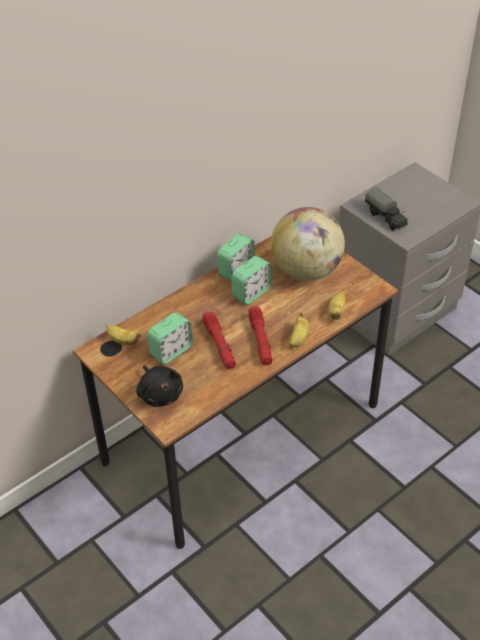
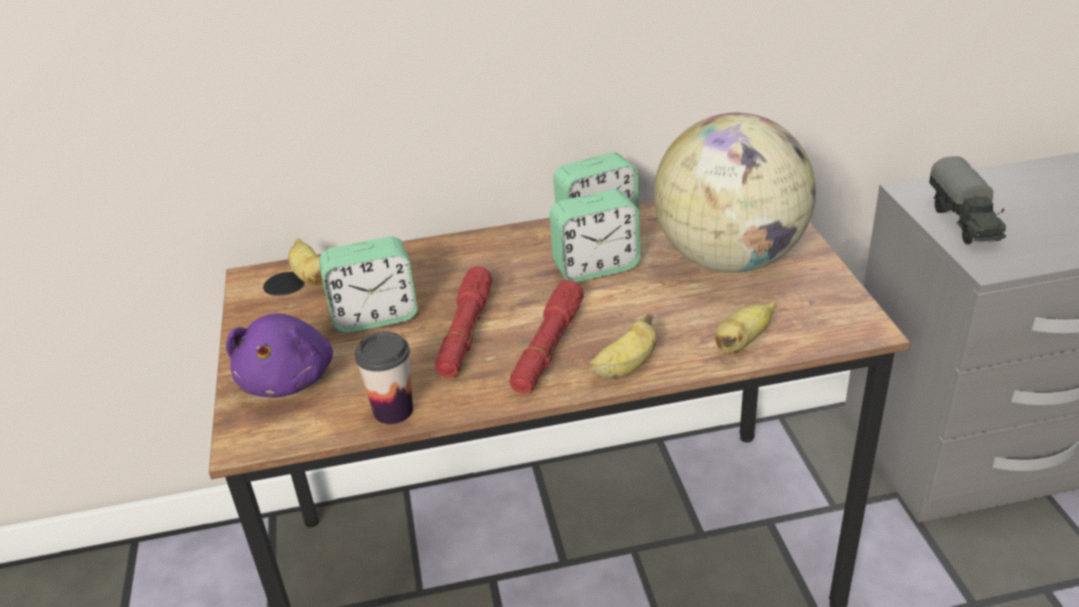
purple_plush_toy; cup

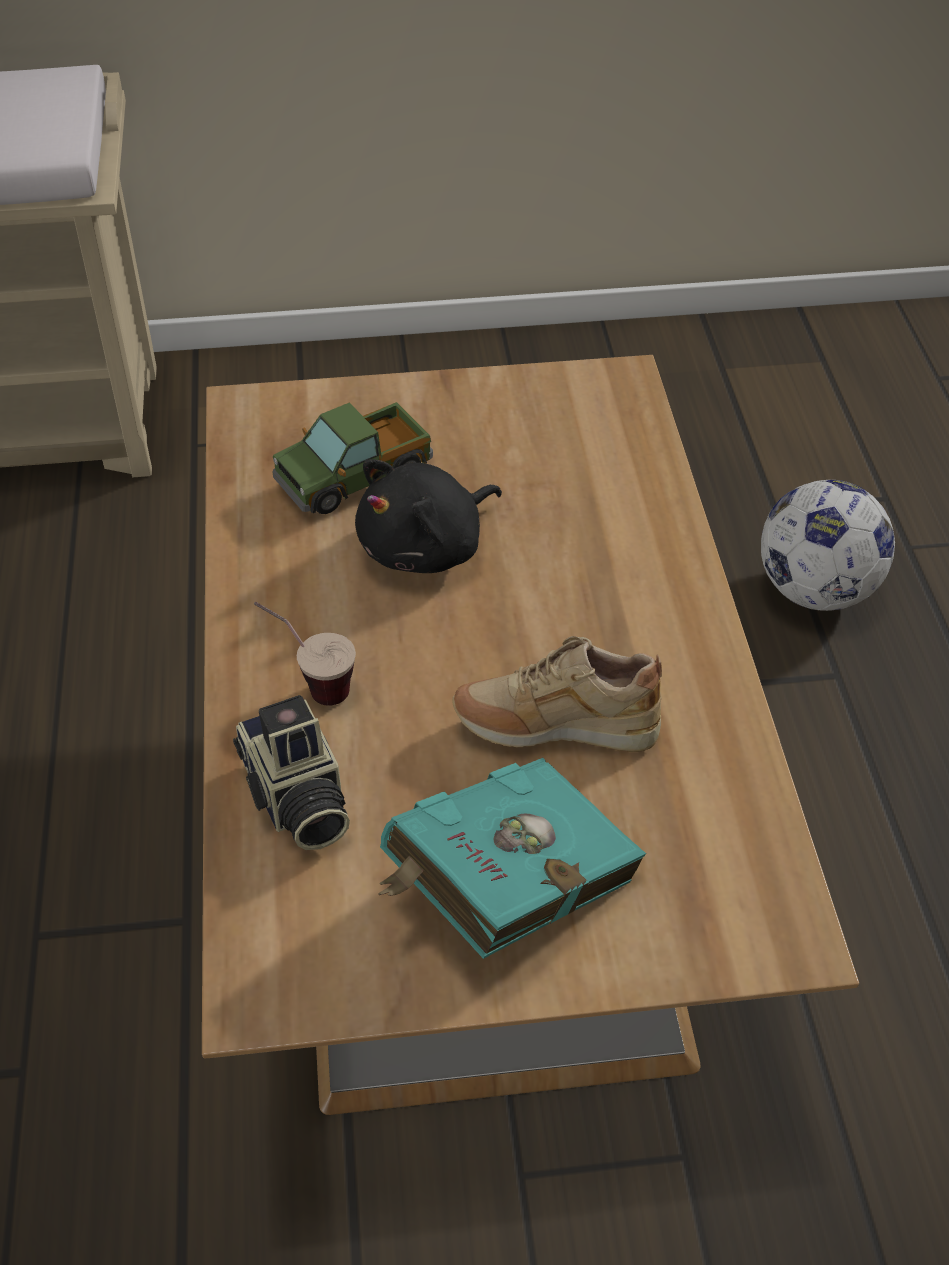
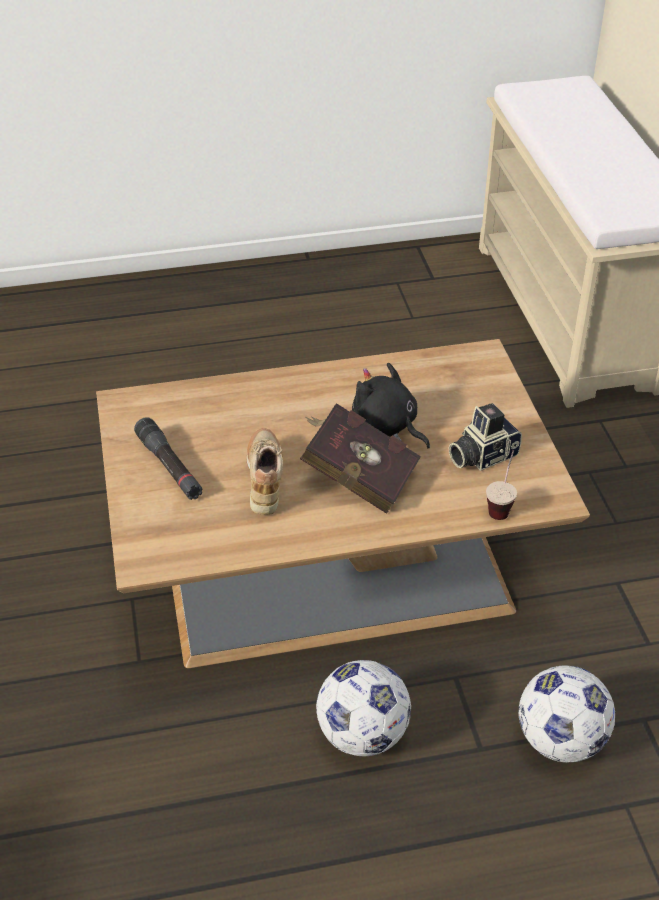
black_flashlight; red_book; football (1st from left); photo_camera; cup; toy_truck

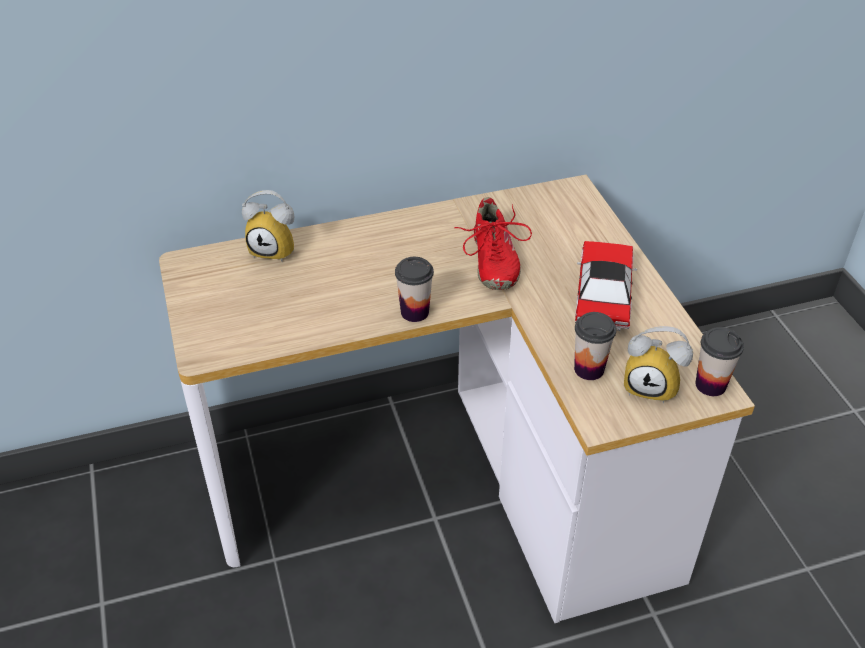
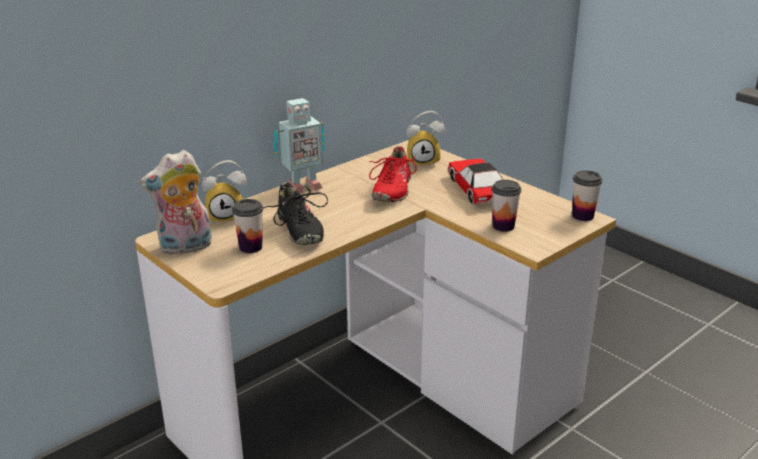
plush_toy; cup (1st from left); black_shoe; toy_robot; red_shoe; alarm_clock (2nd from left)

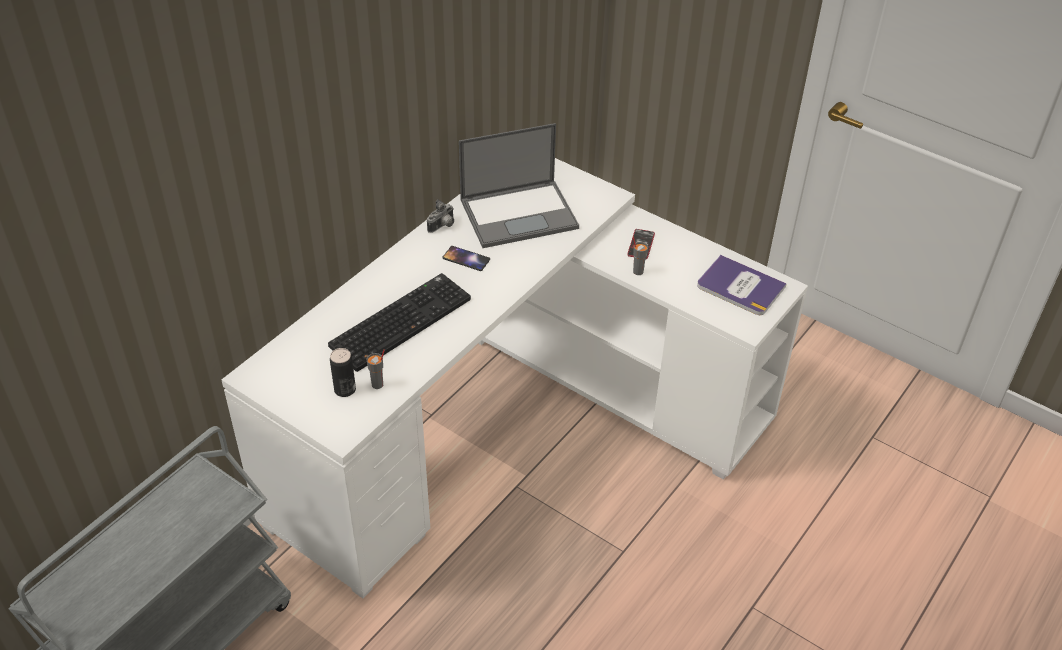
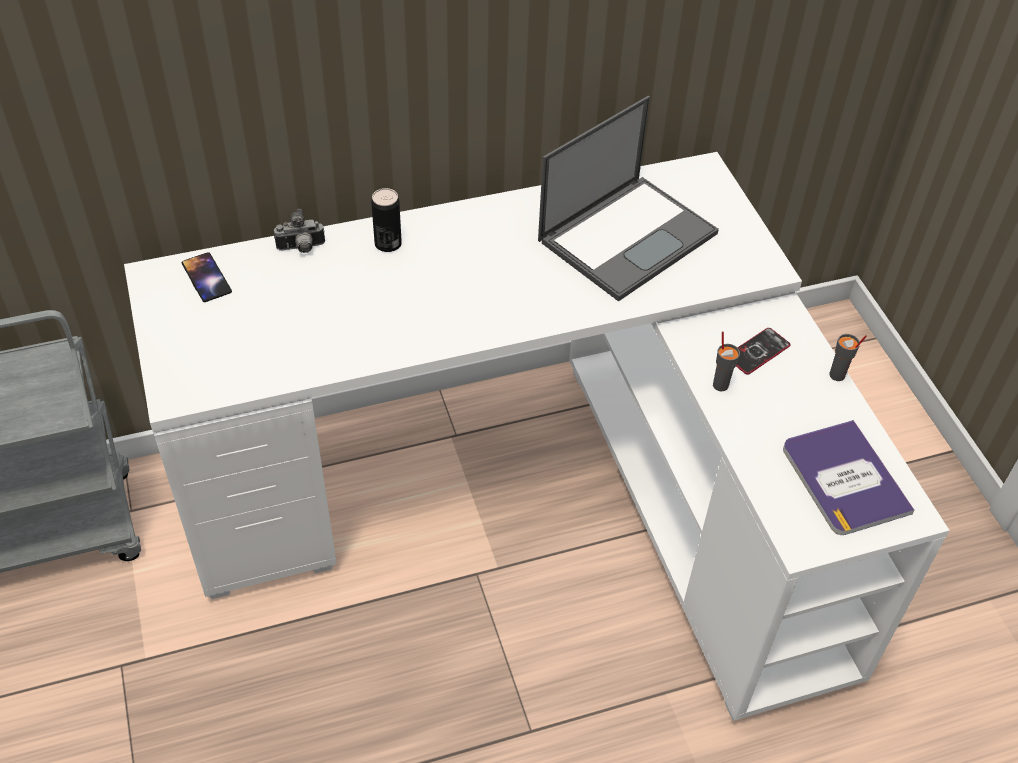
phone (1st from left); photo_camera; can; laptop; grey_cup (2nd from left); keyboard

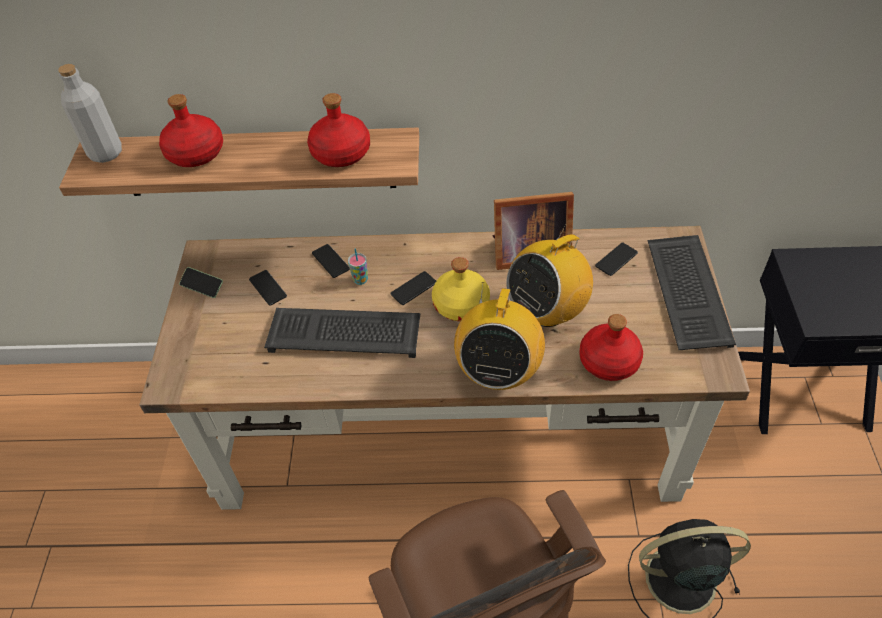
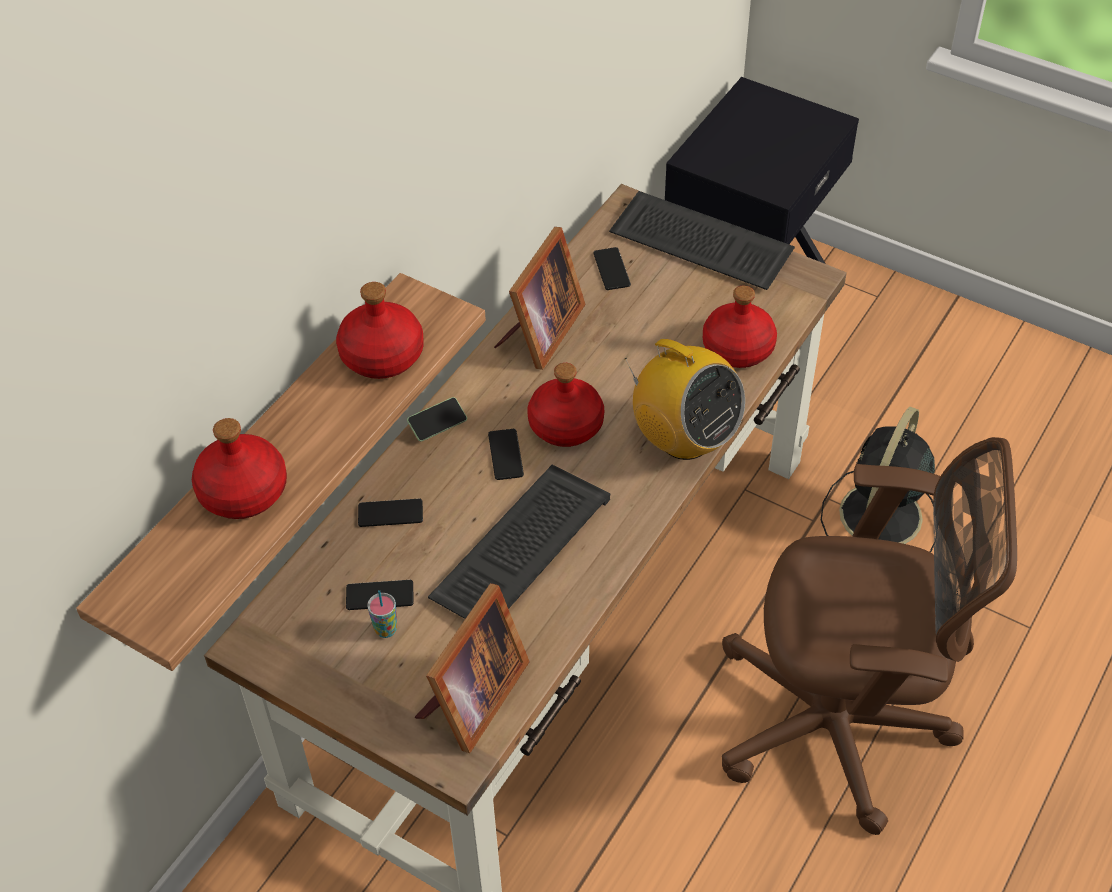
cup; phone (3rd from left); picture_frame (1st from left); red_bottle (3rd from left); grey_bottle; radio (2nd from left in the first image)

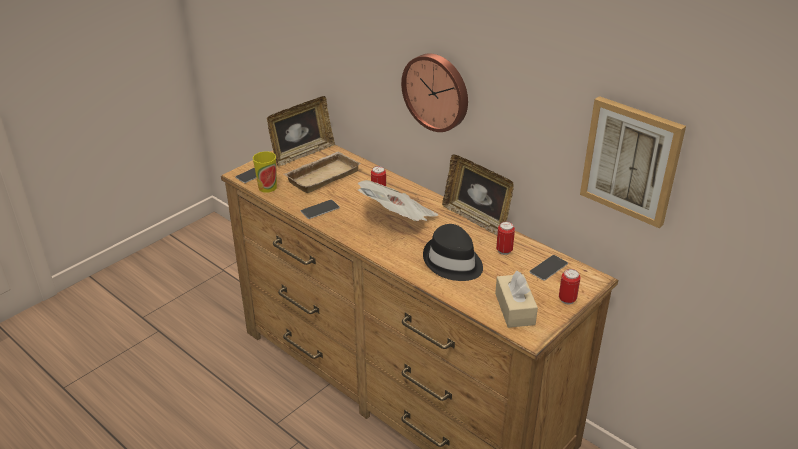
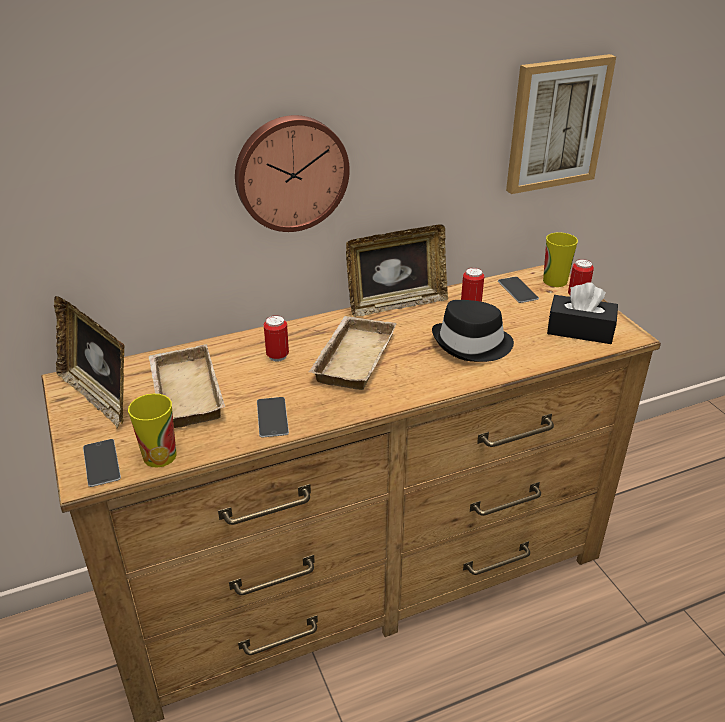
picture_frame (1st from left); beige_tray (2nd from left); cup (2nd from left); black_tissue_box

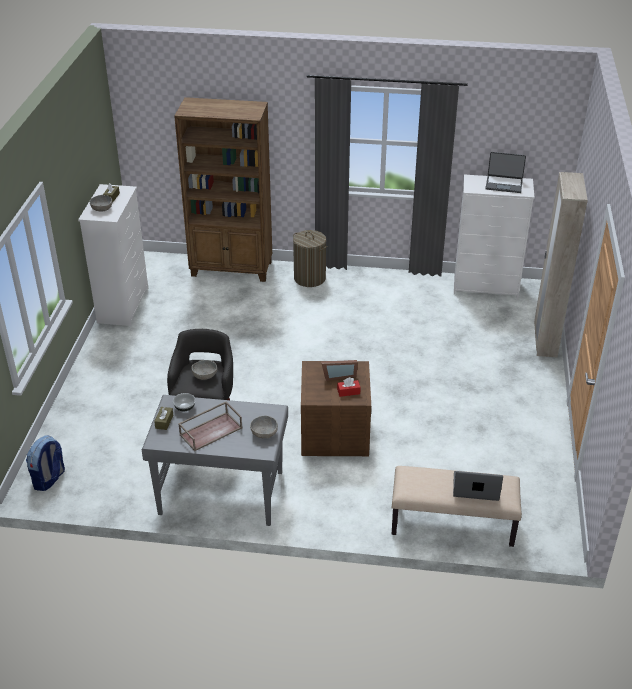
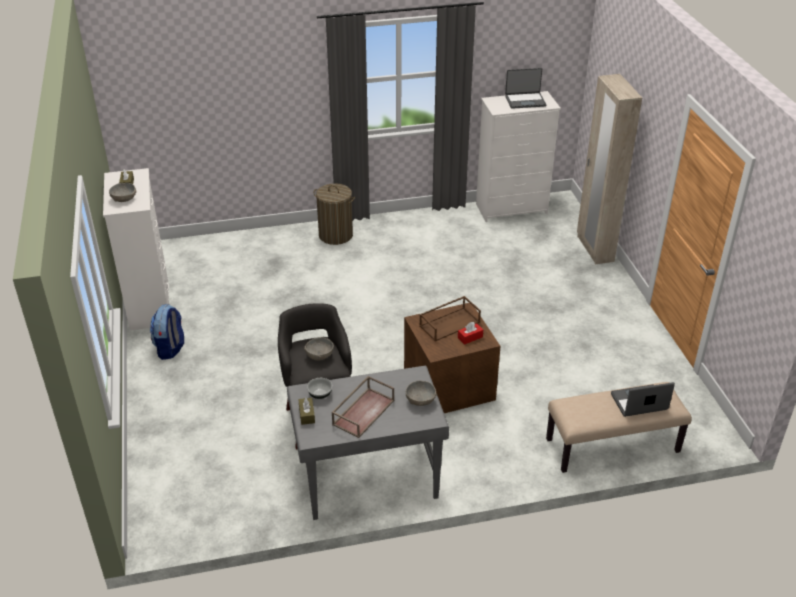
backpack; brown_tray (2nd from left); brown_bookcase

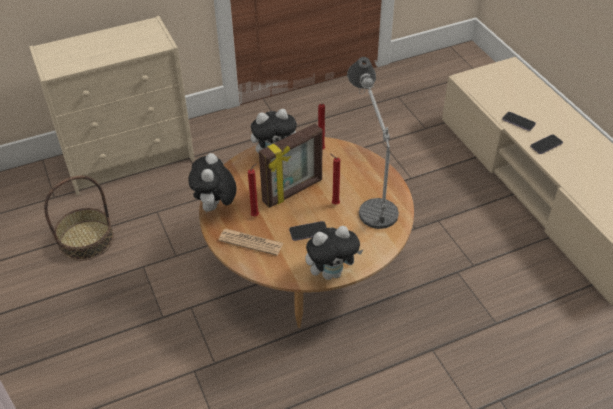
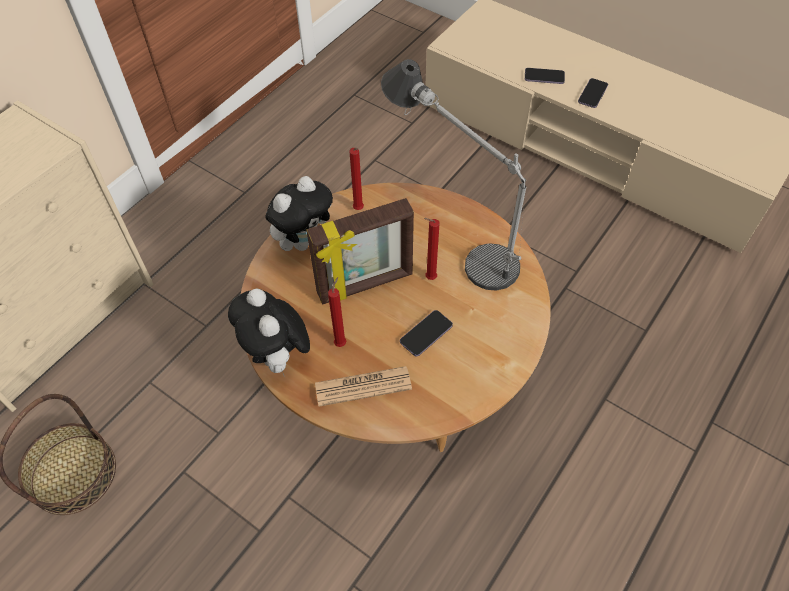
picture_frame; plush_toy (3rd from left in the first image)

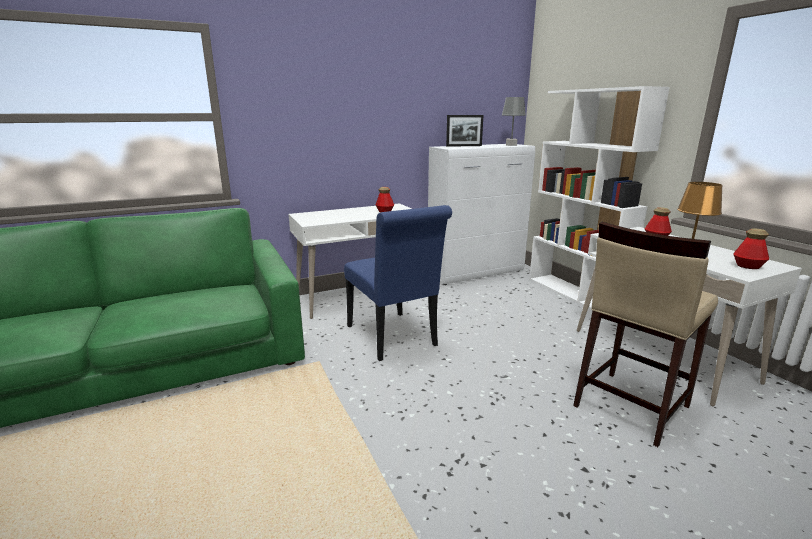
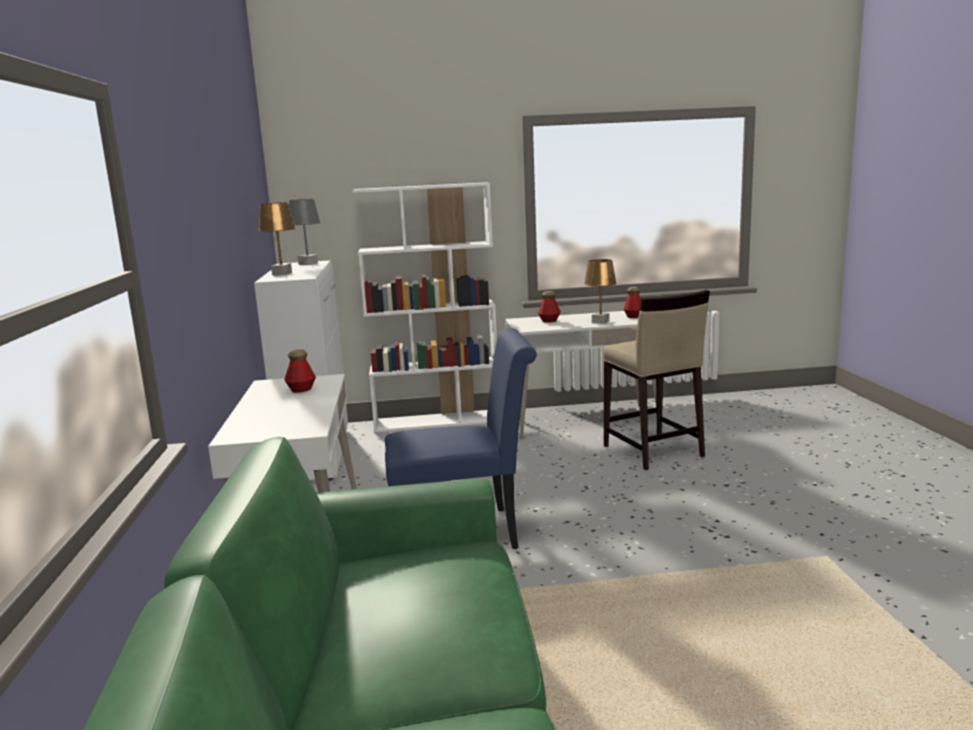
brown_table_lamp (1st from left)

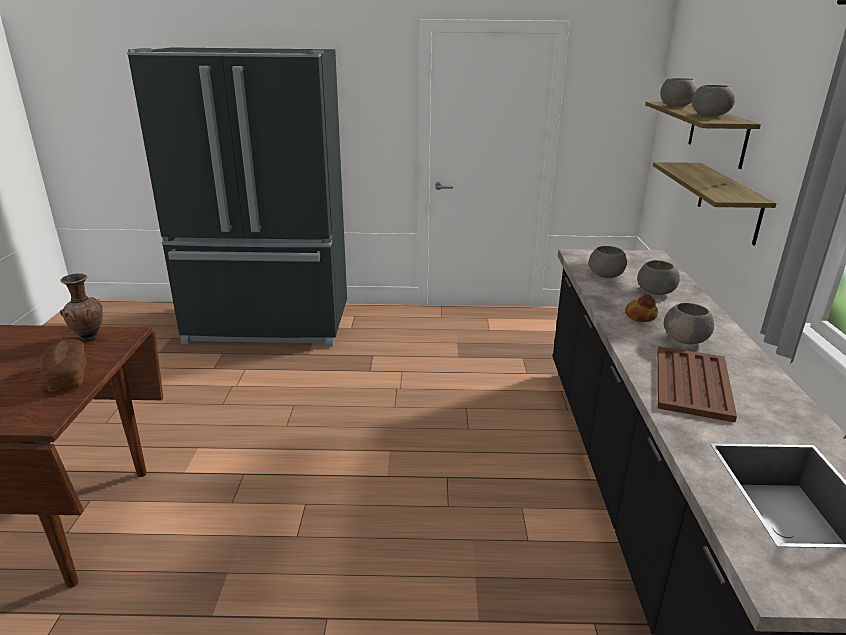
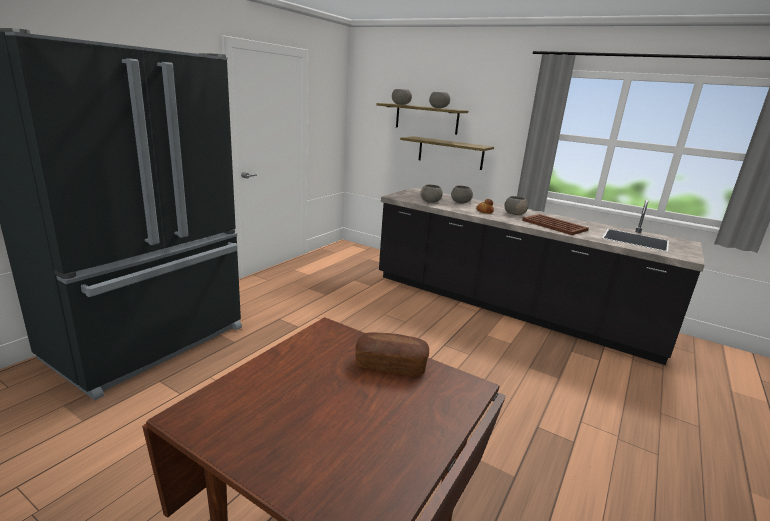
brown_vase

